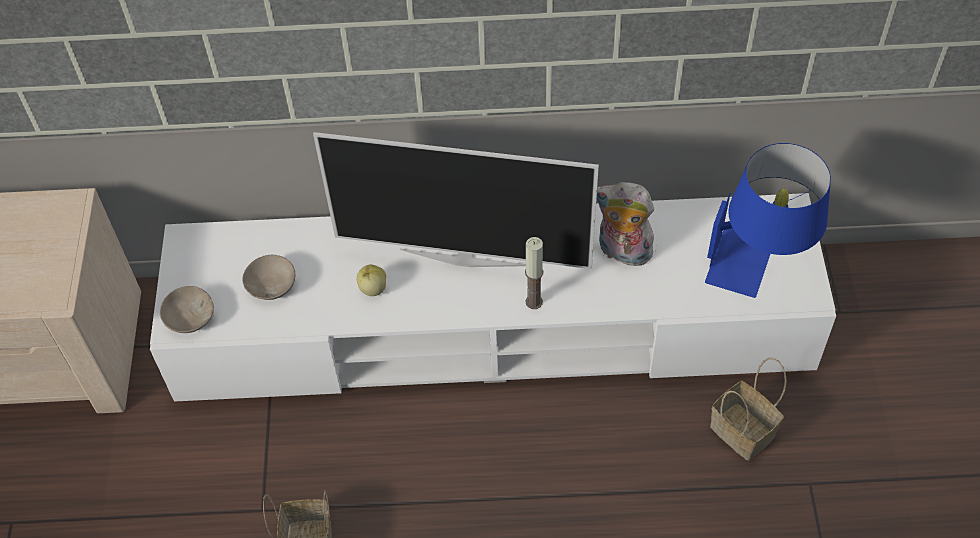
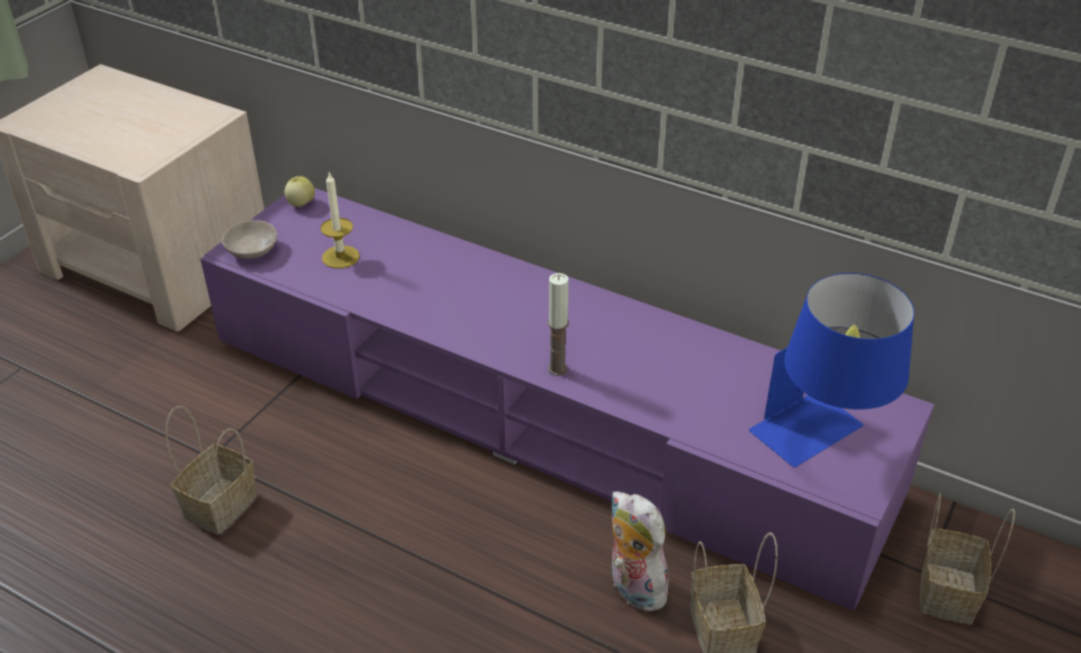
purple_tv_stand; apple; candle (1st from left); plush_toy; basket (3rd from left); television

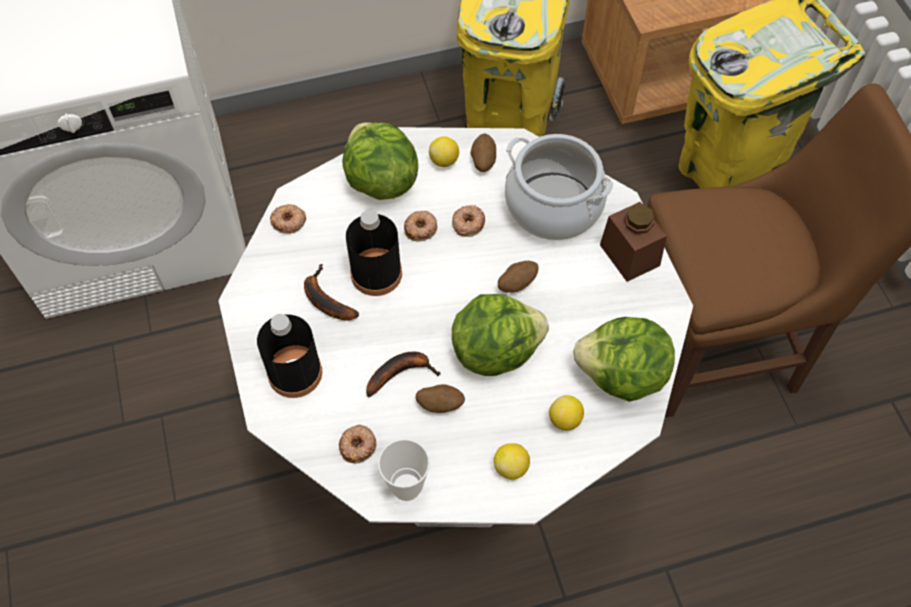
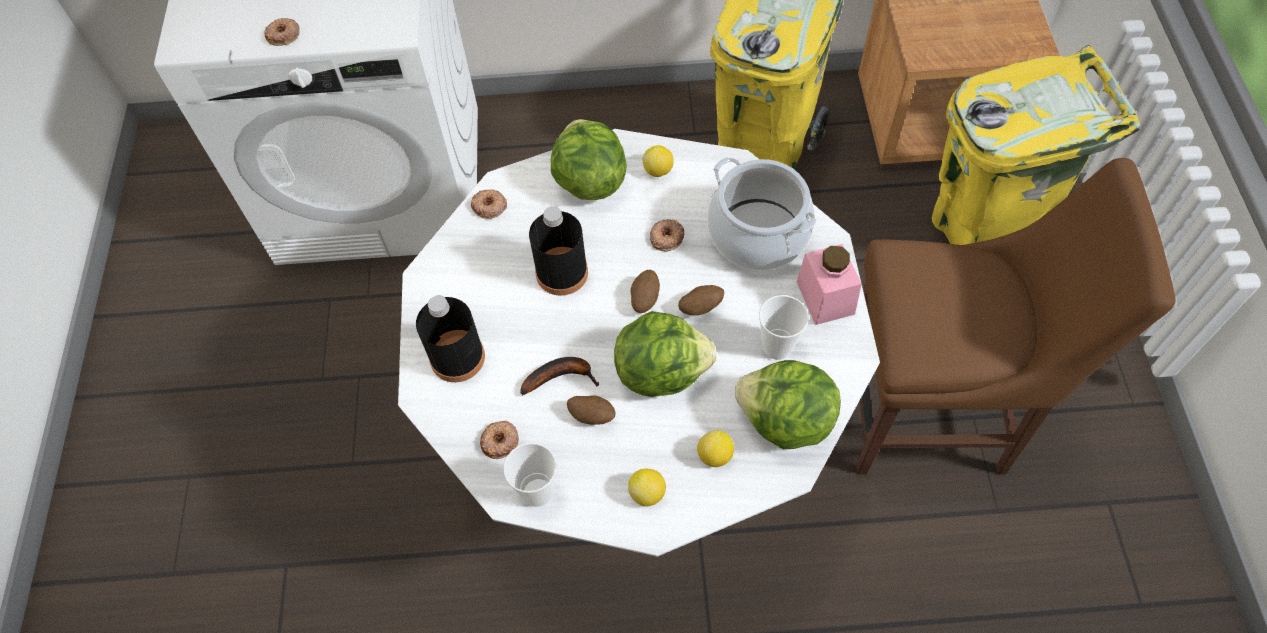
donut (1st from left); potato (2nd from left); cup (2nd from left); pink_jar; banana (1st from left in the first image)

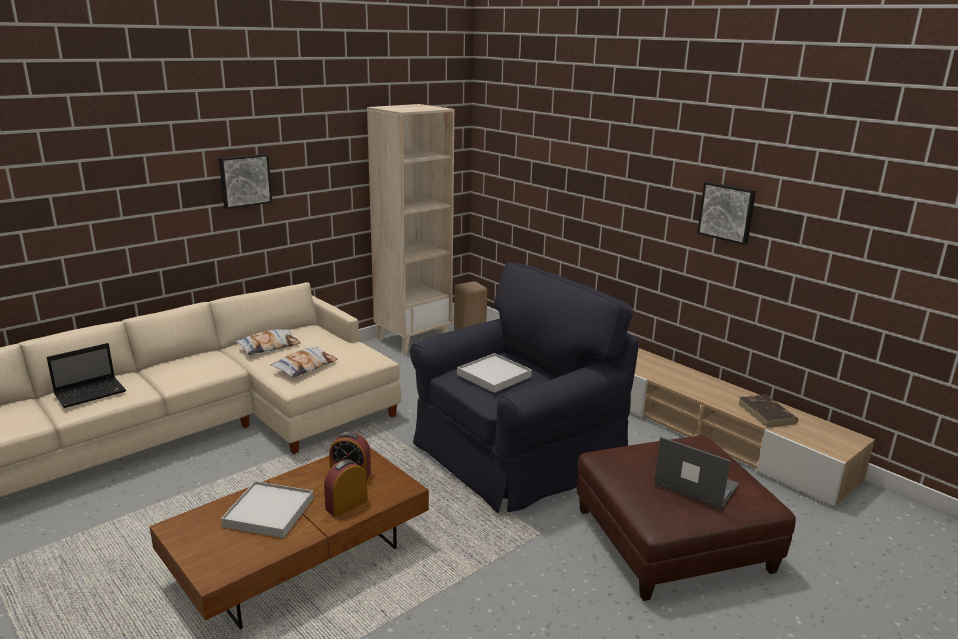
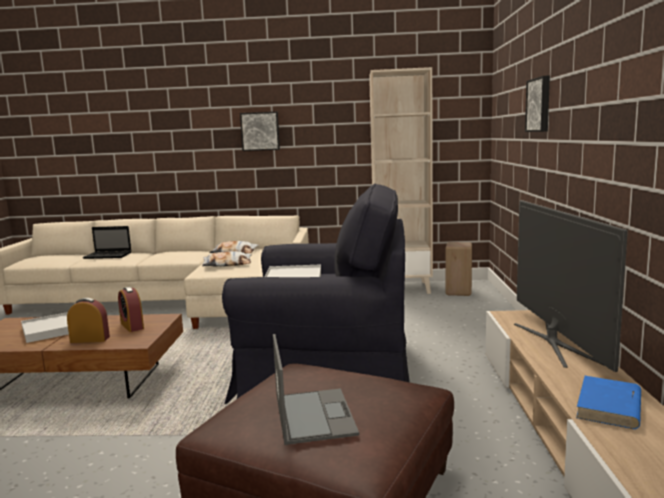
television; picture (2nd from left); blue_book

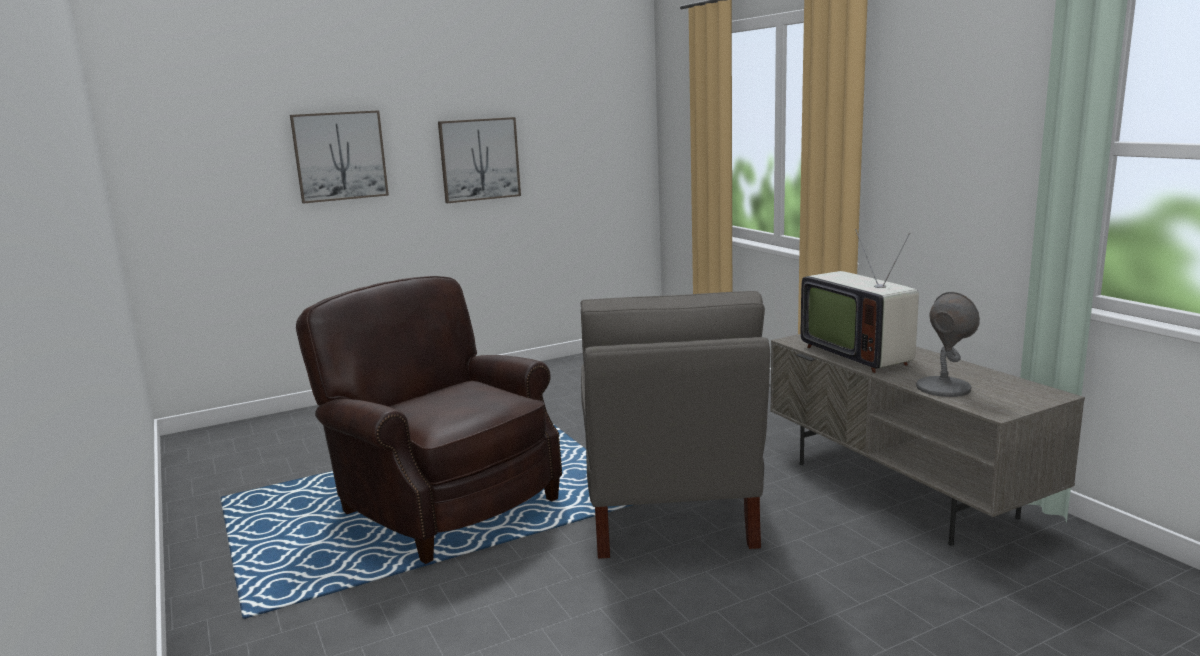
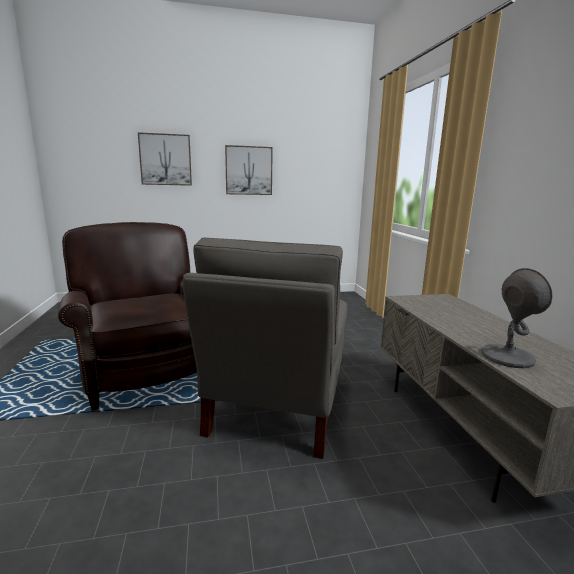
television

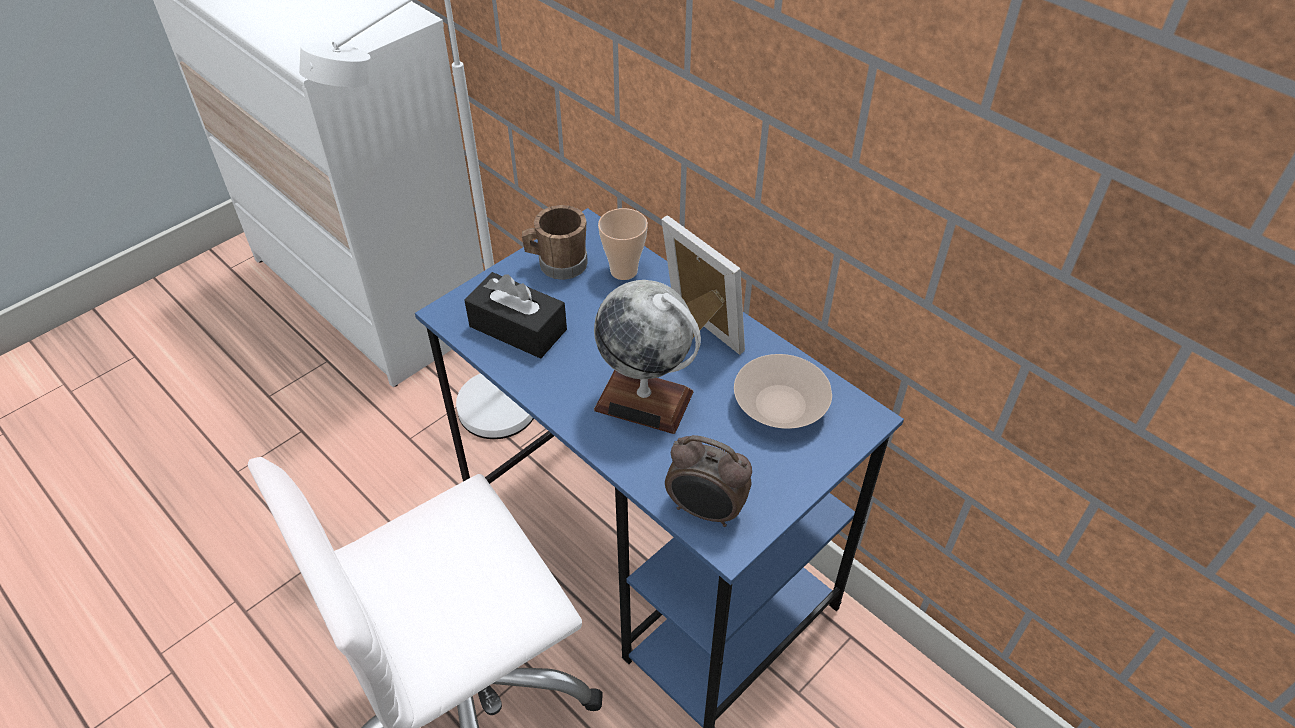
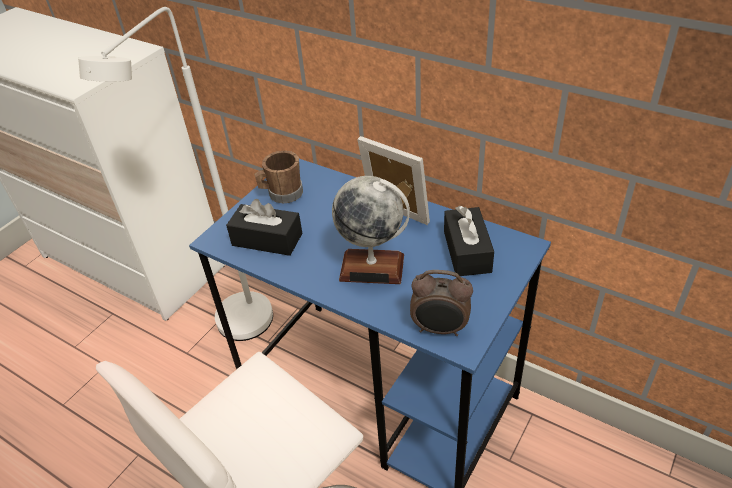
black_tissue_box (2nd from left); cup

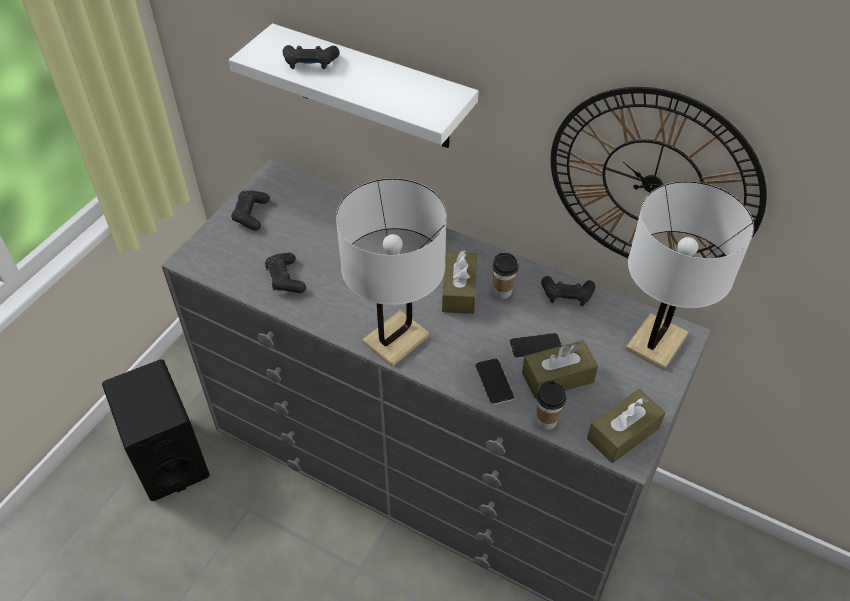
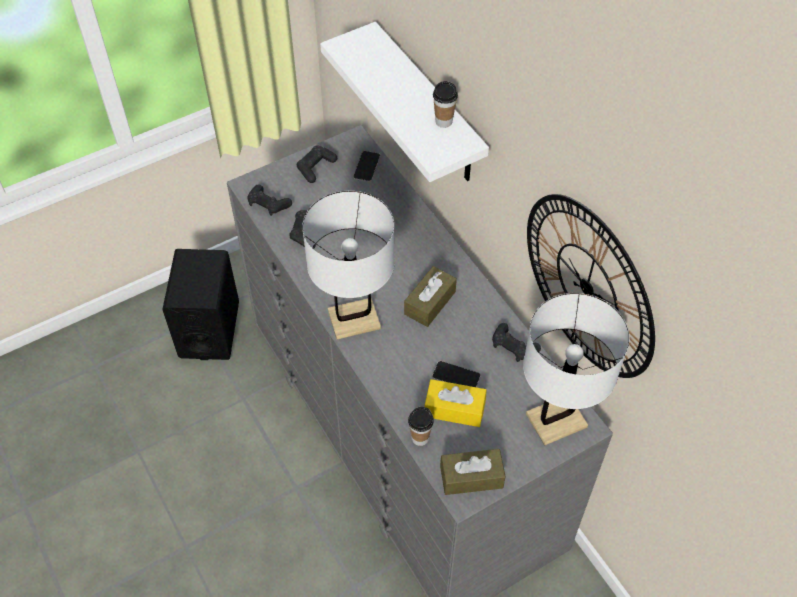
black_game_controller (1st from left); phone (1st from left); yellow_tissue_box; cup (2nd from left)

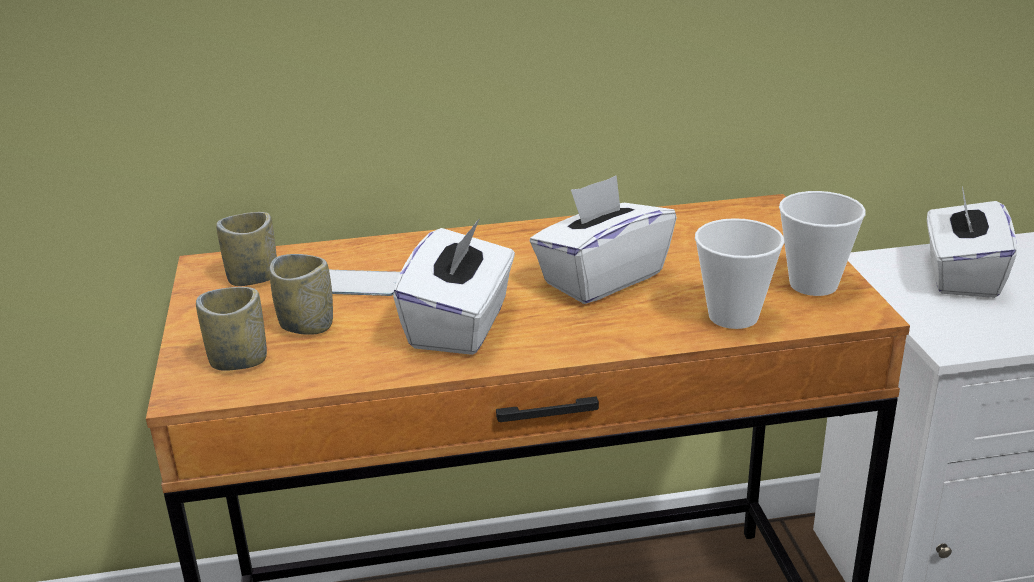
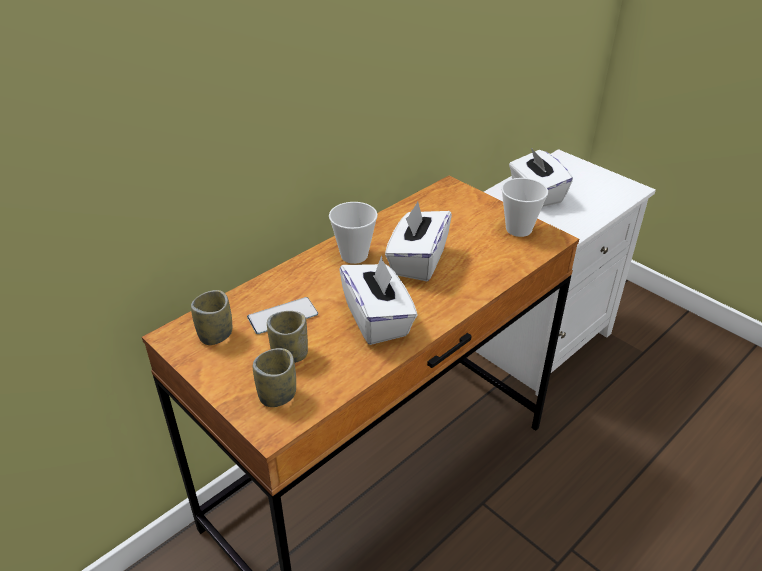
cup (4th from left)

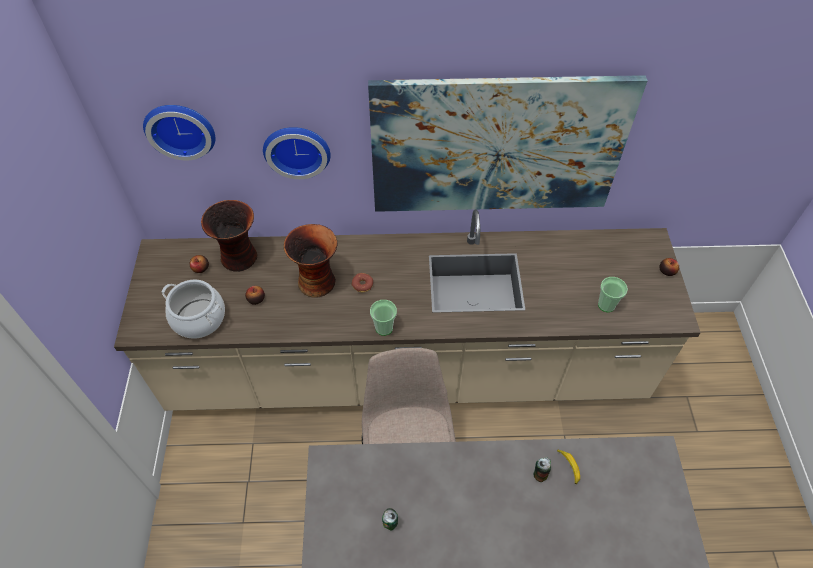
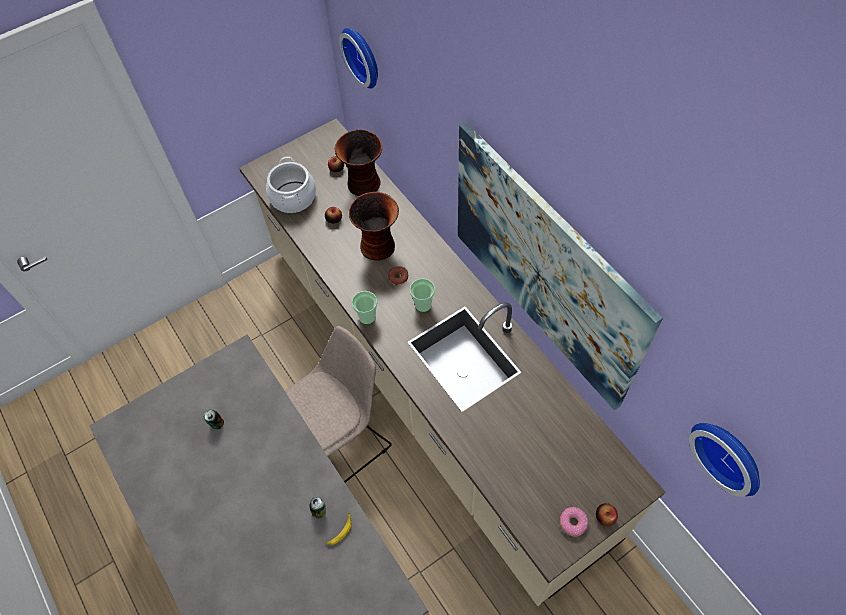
cup (2nd from left); donut (2nd from left); wall_clock (2nd from left)

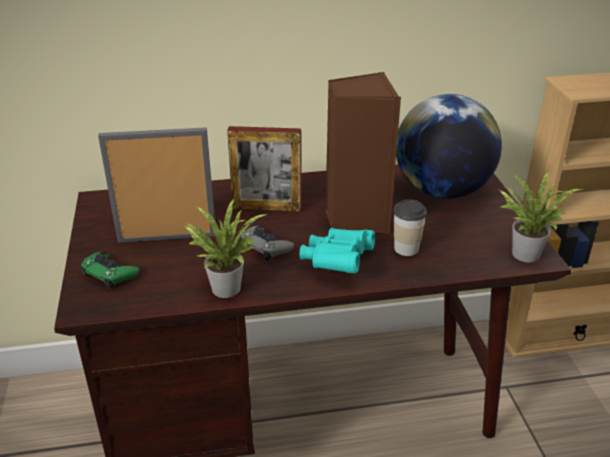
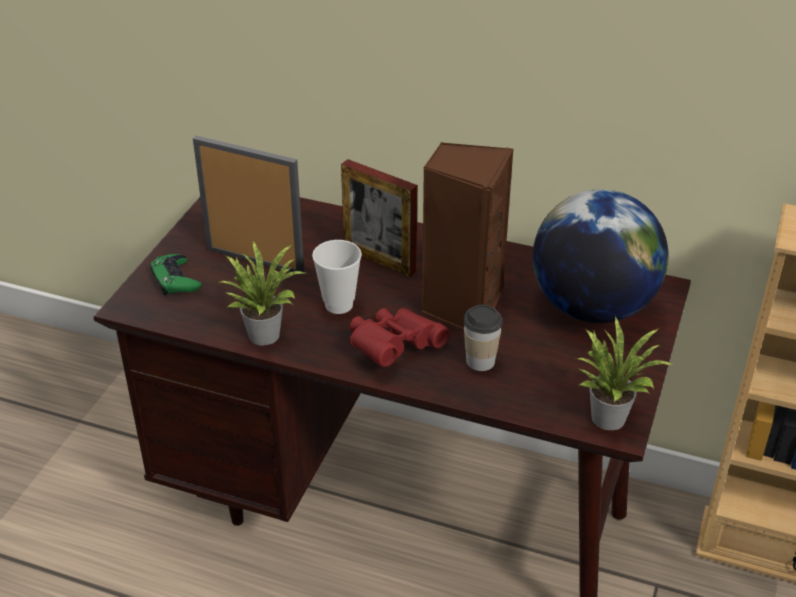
cup (1st from left); red_binoculars

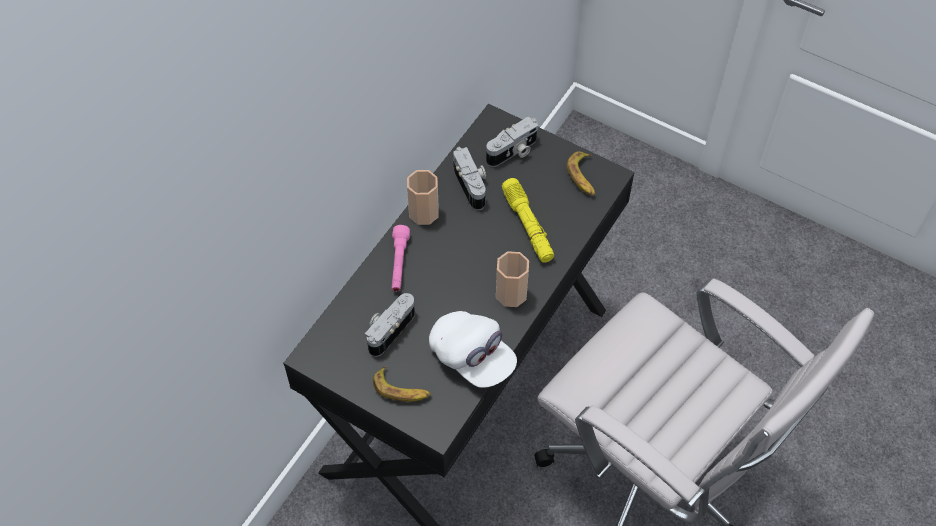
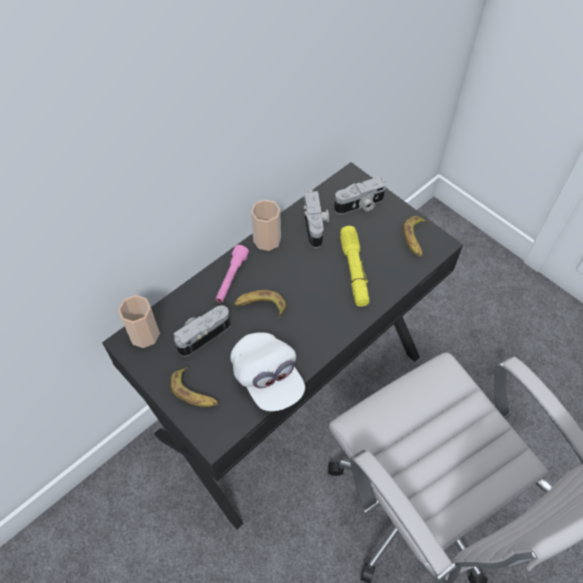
cup (1st from left); banana (2nd from left)

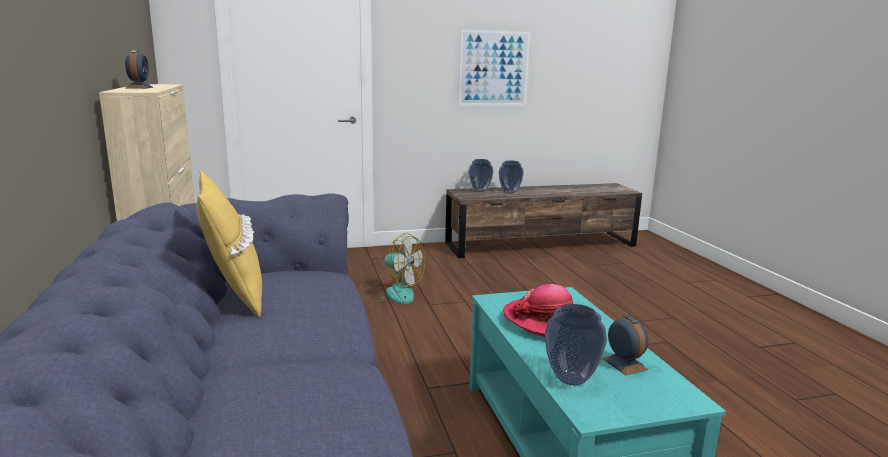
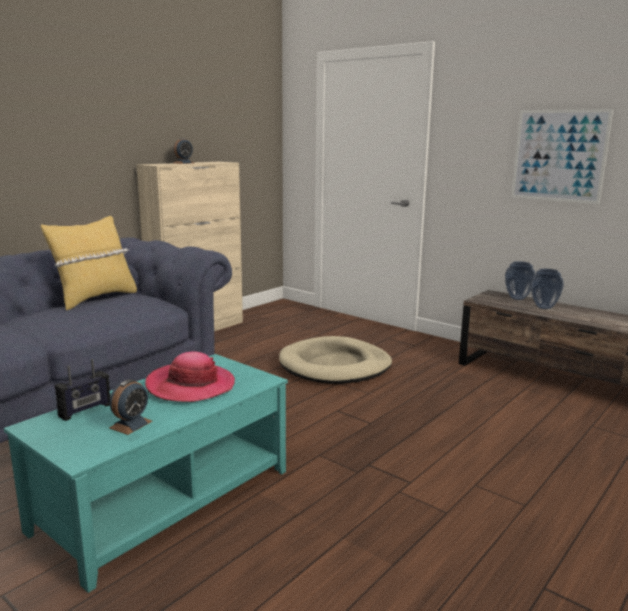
radio; beige_dog_bed

